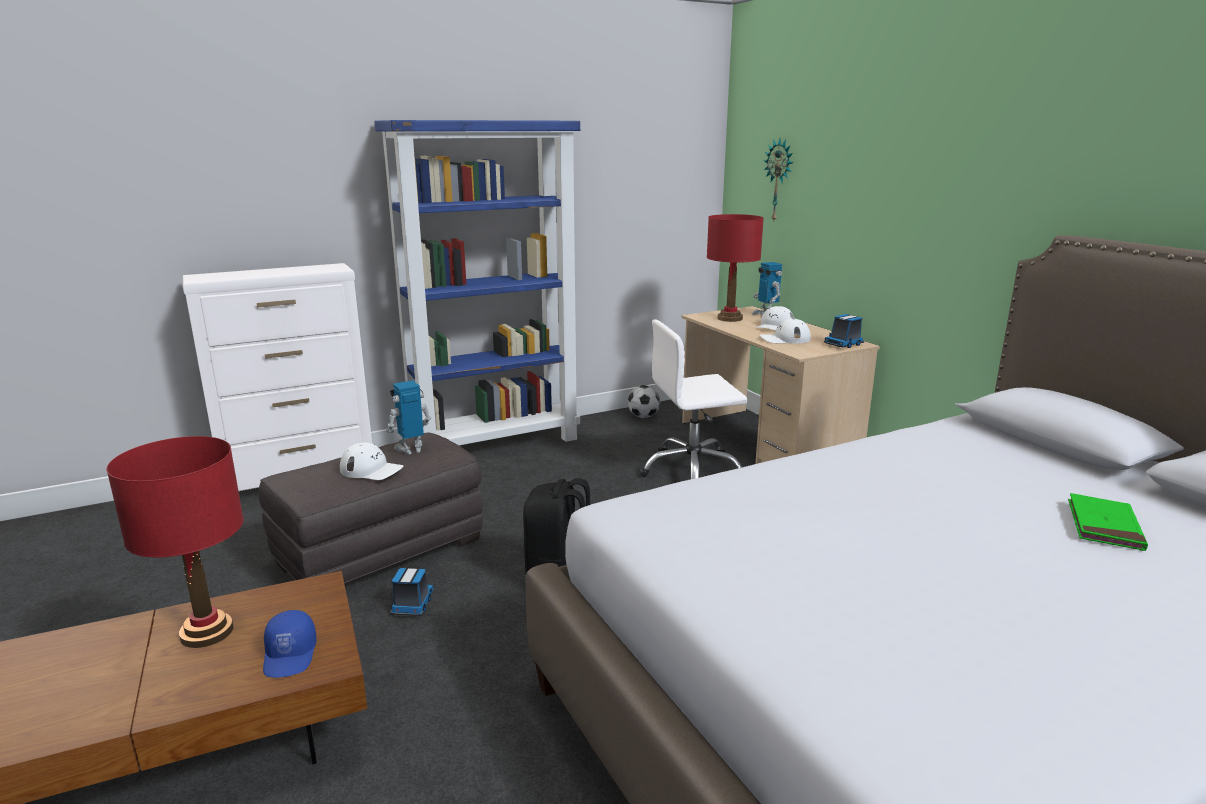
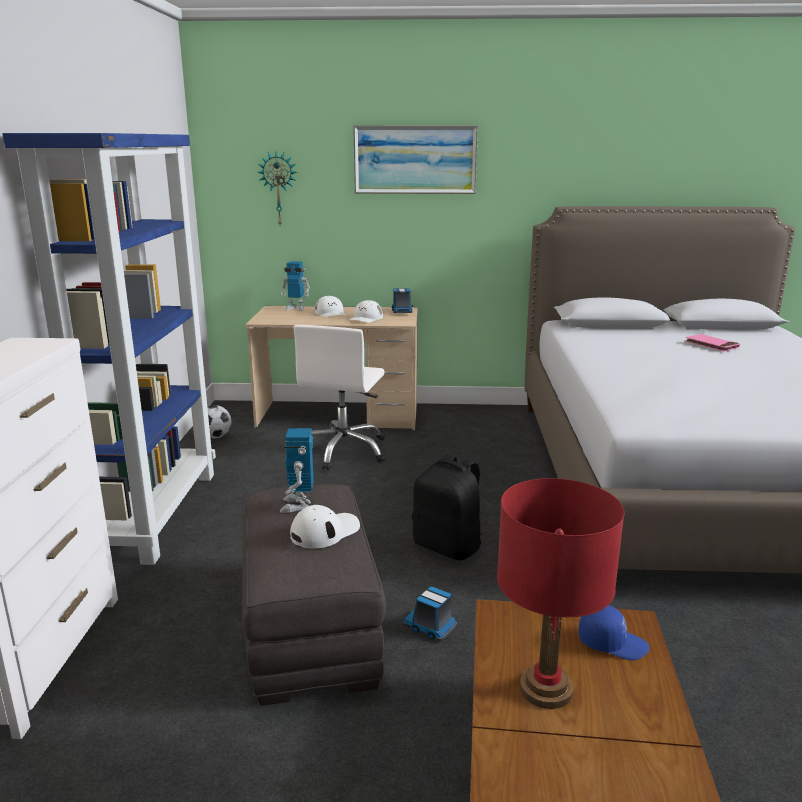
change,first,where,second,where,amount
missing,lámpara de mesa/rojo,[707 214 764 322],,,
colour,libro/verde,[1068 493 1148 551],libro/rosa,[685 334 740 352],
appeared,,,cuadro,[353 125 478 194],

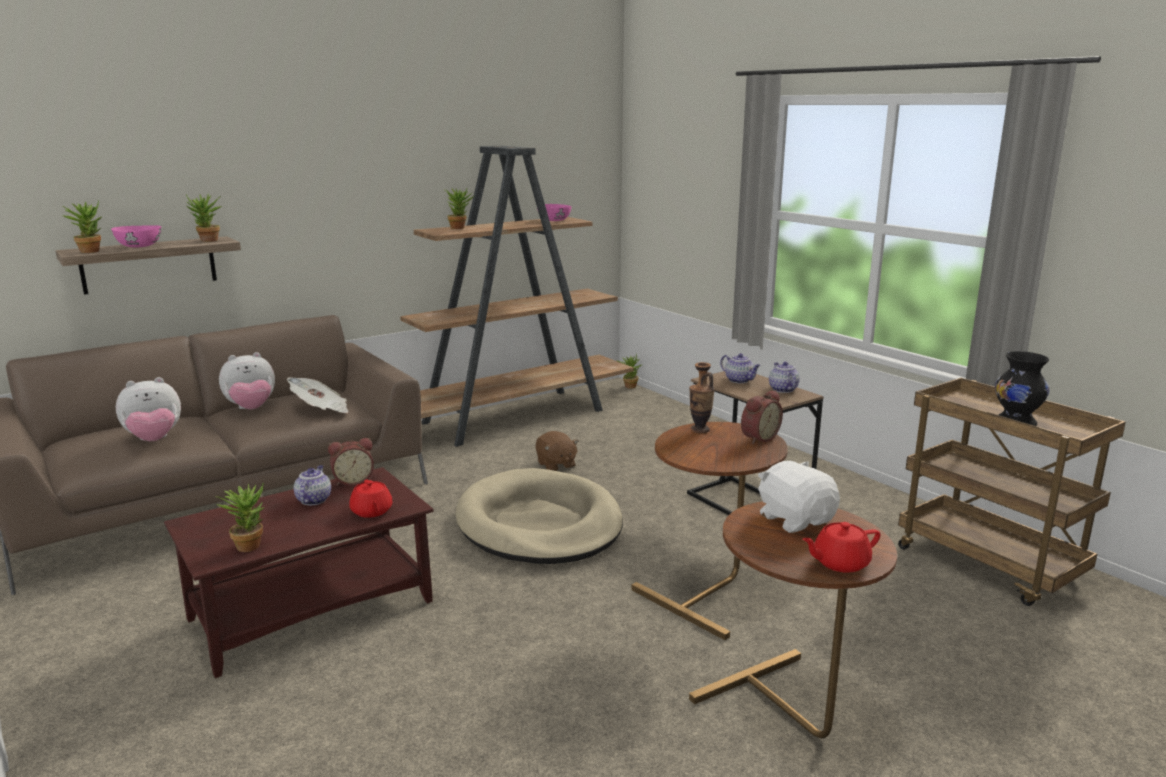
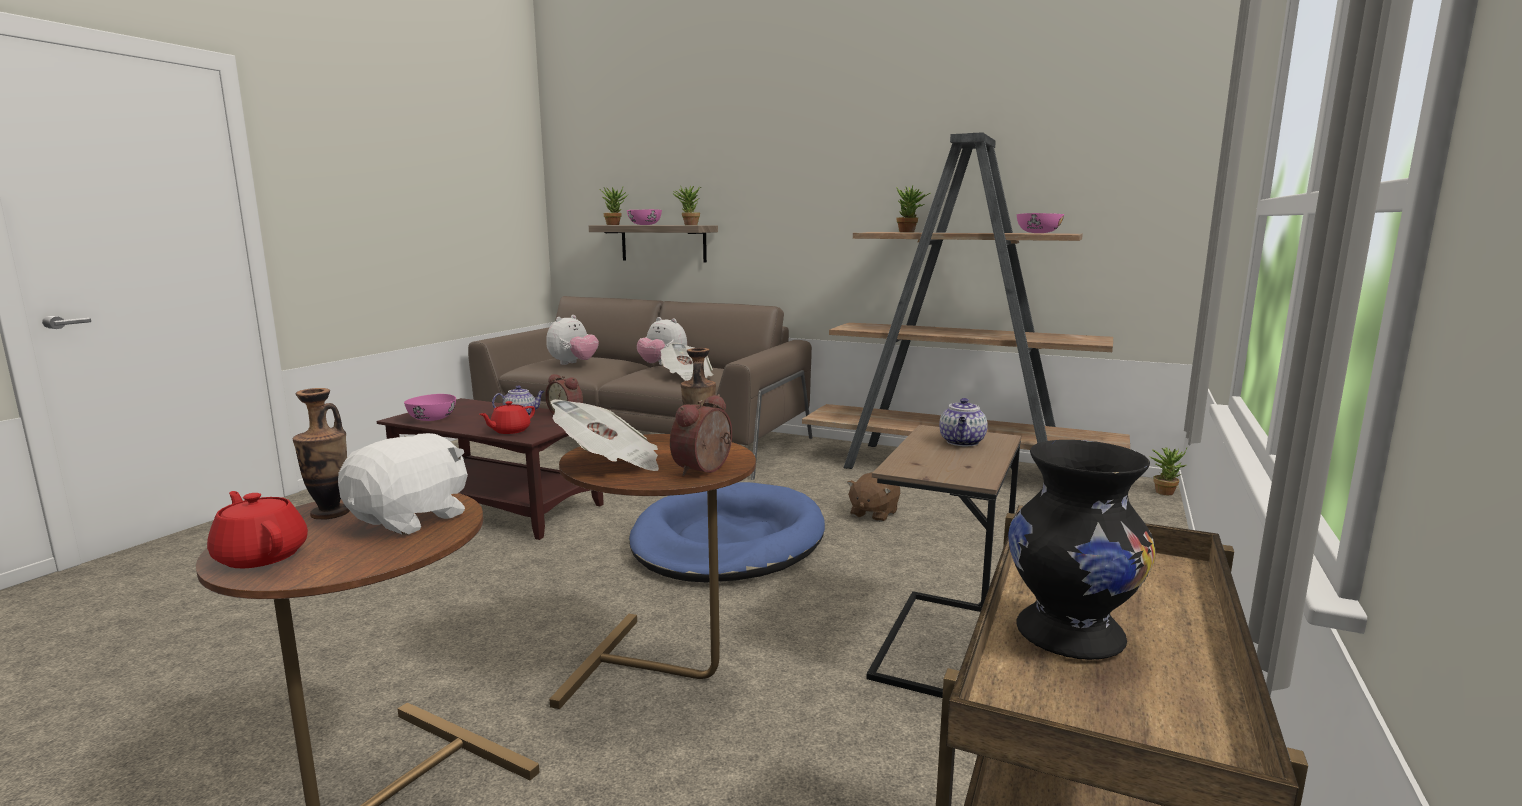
change,first,where,second,where,amount
spun,peluche,[116 377 181 441],,[546 315 599 365],90 degrees counterclockwise
exchanged,planta en maceta,[215 483 264 552],cuenco/rosa,[404 394 456 421],
colour,cama para perro/beis,[455 468 623 564],cama para perro/azul,[629 482 825 583],
spun,despertador,[741 390 783 444],,[670 394 732 476],105 degrees clockwise
missing,tetera,[769 362 800 393],,,
appeared,,,florero,[293 388 350 520],
appeared,,,periódico,[551 399 659 471],

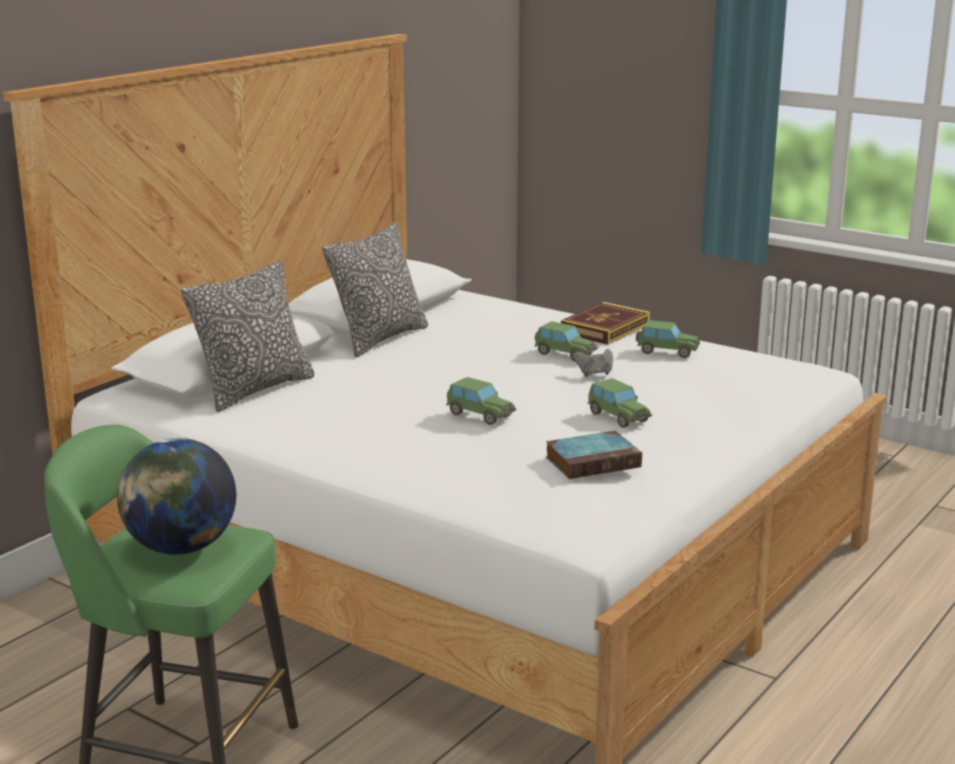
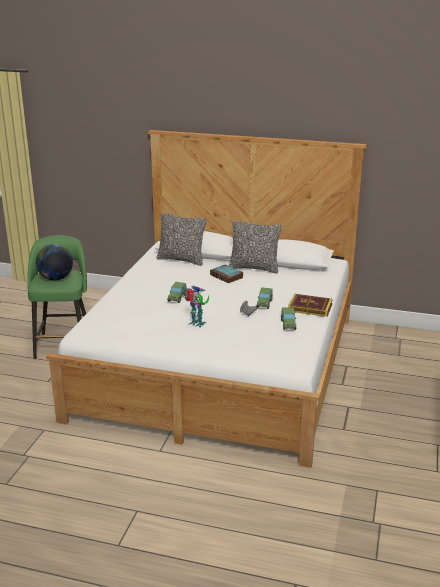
change,first,where,second,where,amount
relocated,libro,[546 431 642 479],,[210 264 244 283],
exchanged,coche de juguete,[588 378 652 428],robot de juguete,[184 286 209 328],

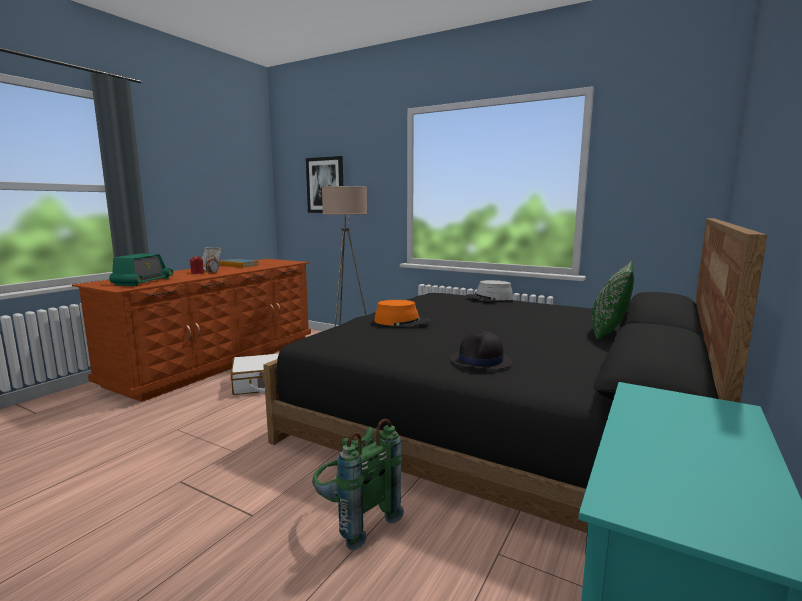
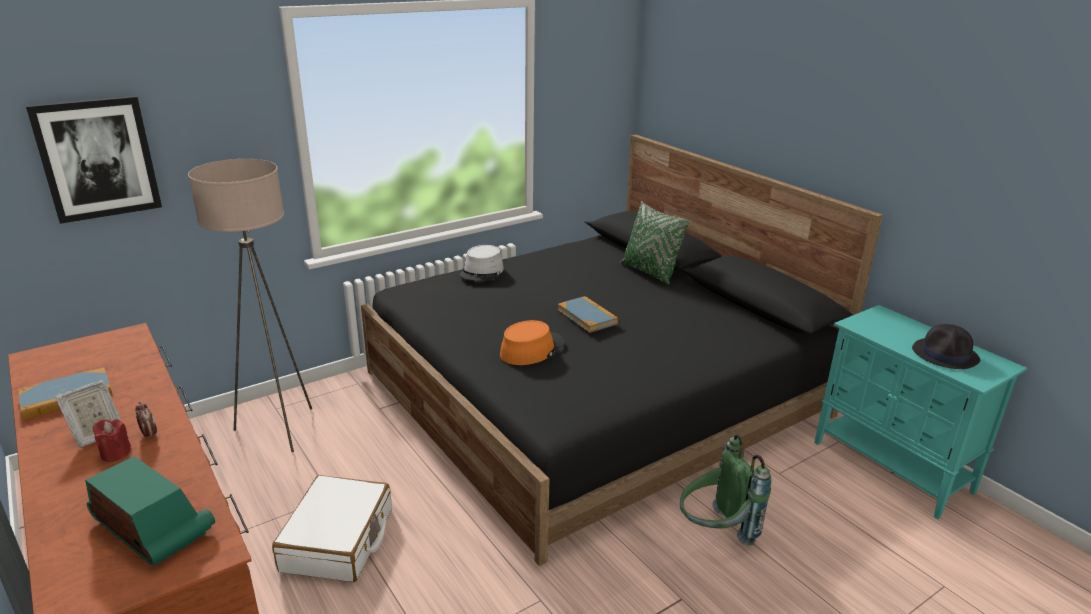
change,first,where,second,where,amount
relocated,sombrero/negro,[450 331 512 370],,[912 324 980 369],
appeared,,,libro,[558 296 619 333],

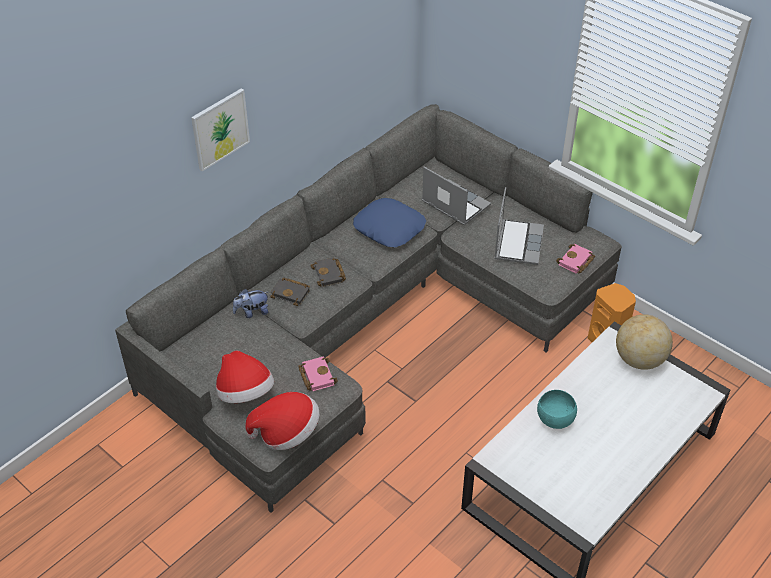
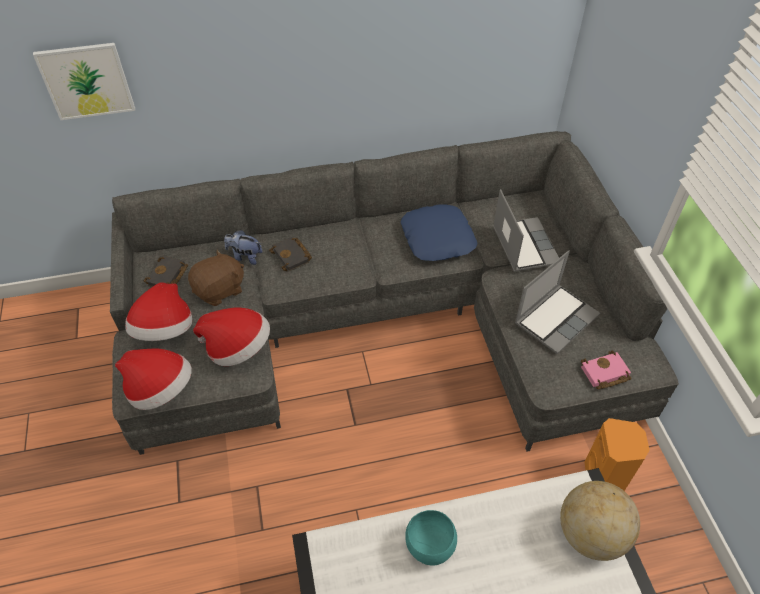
change,first,where,second,where,amount
relocated,cuadro,[191 88 250 172],,[33 43 135 120],
exchanged,libro/rosa,[298 356 338 391],sombrero,[193 308 270 366],
relocated,libro/negro,[310 258 346 287],,[144 256 188 287],
appeared,,,peluche/marrón,[188 249 244 306],

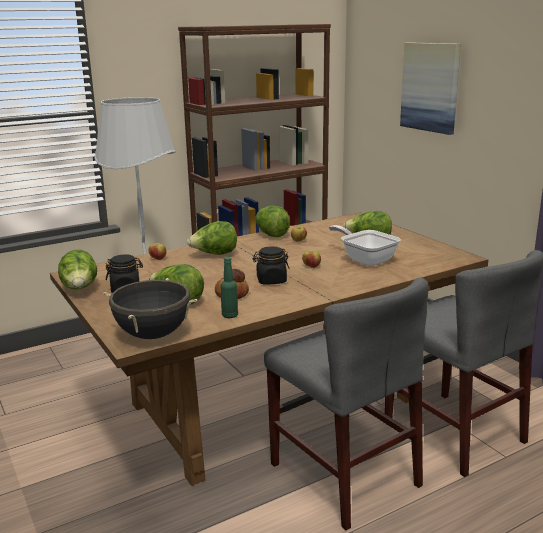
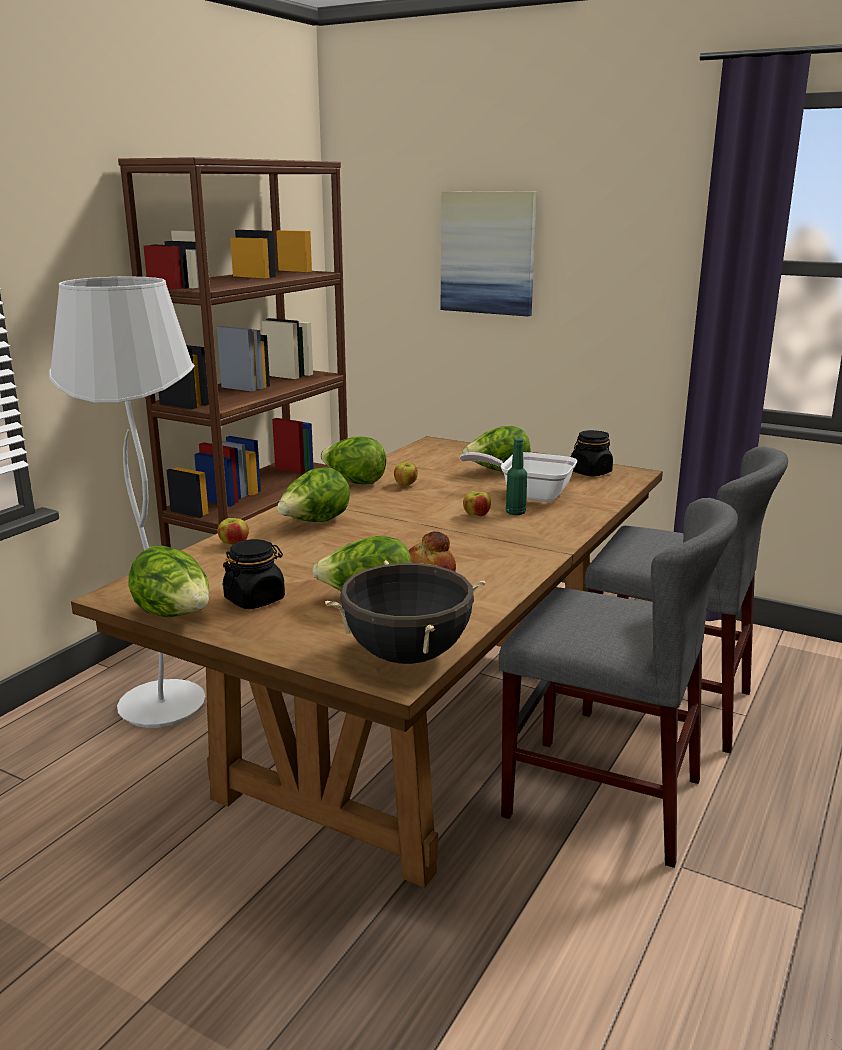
change,first,where,second,where,amount
relocated,botella/verde,[221 257 238 318],,[506 438 527 515],
relocated,tarro/negro,[252 246 290 284],,[571 430 613 476],

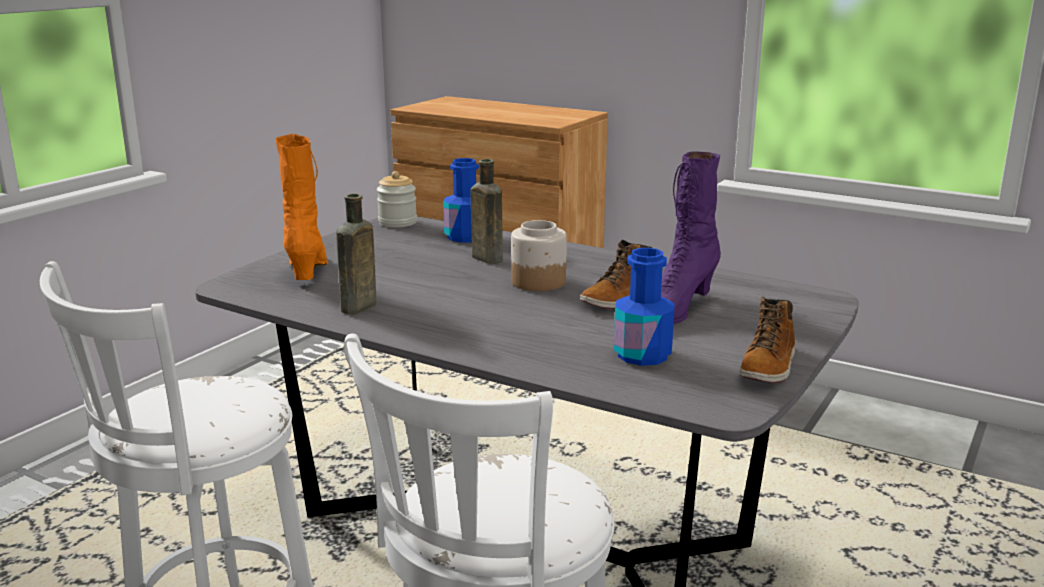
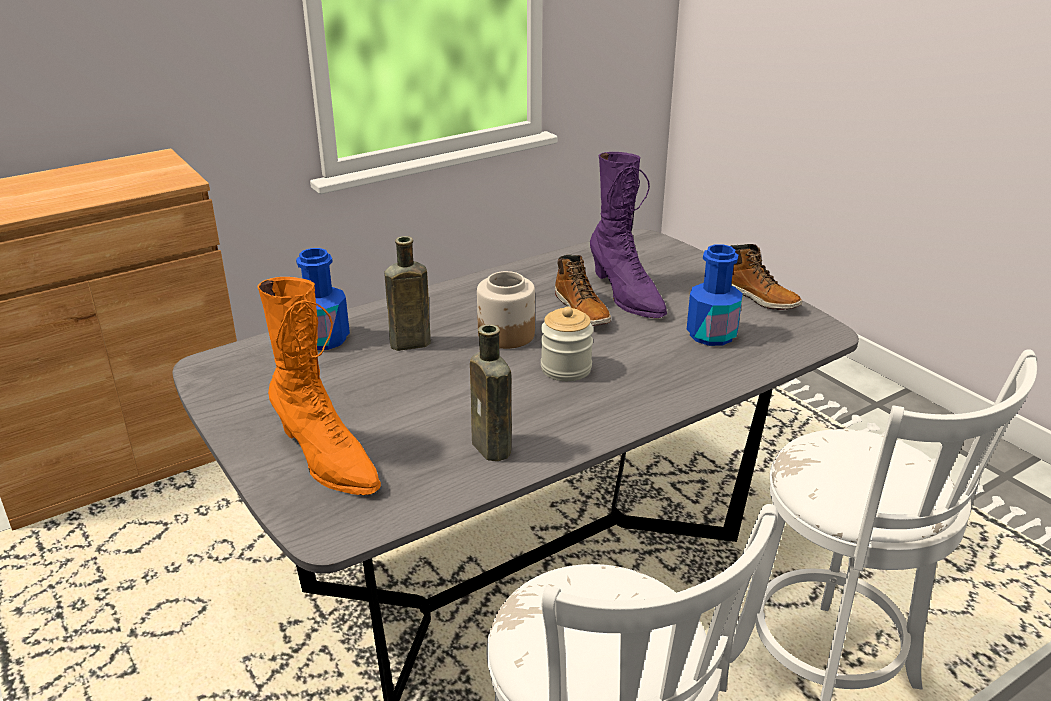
change,first,where,second,where,amount
spun,bota/naranja,[275 133 328 280],,[257 277 381 495],150 degrees counterclockwise
relocated,tarro,[377 171 417 227],,[541 307 594 381],

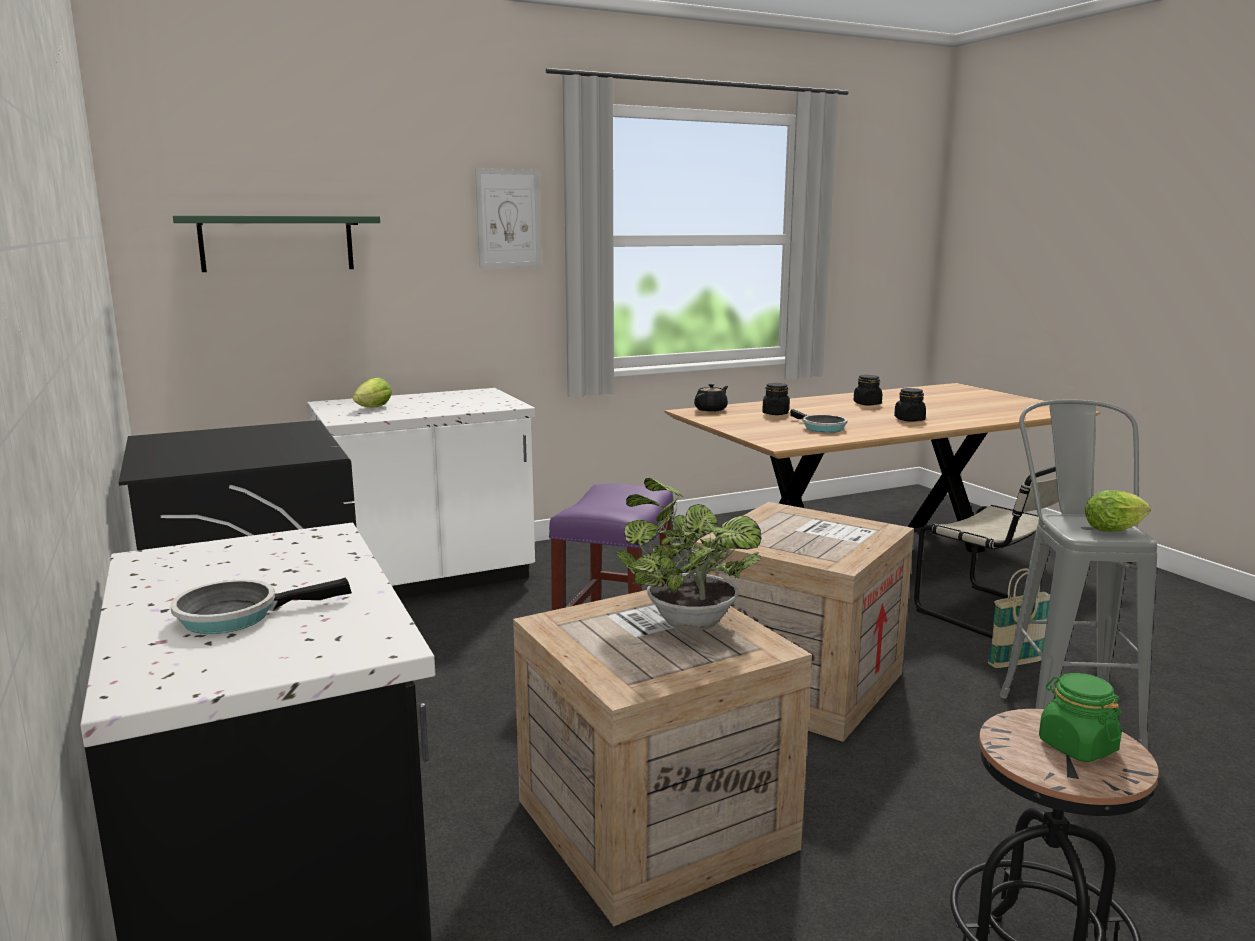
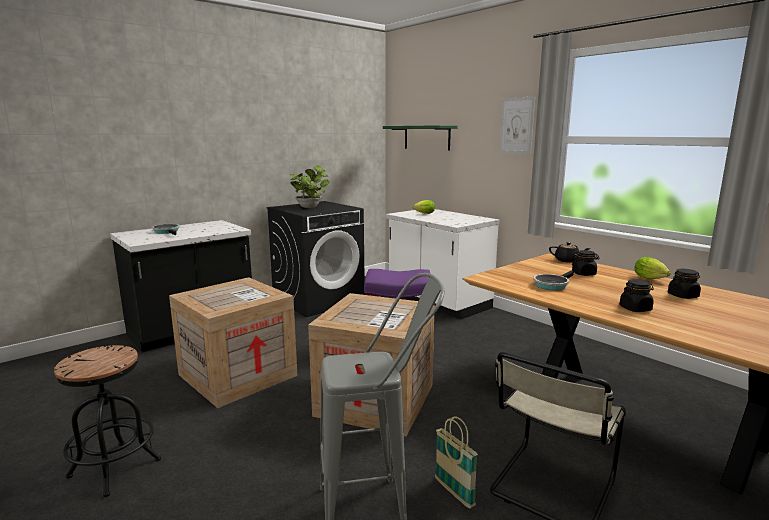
change,first,where,second,where,amount
relocated,planta en maceta,[616 478 761 631],,[290 165 329 208],
missing,tarro/verde,[1039 673 1122 762],,,
relocated,lechuga,[1085 491 1151 532],,[634 257 671 279],

